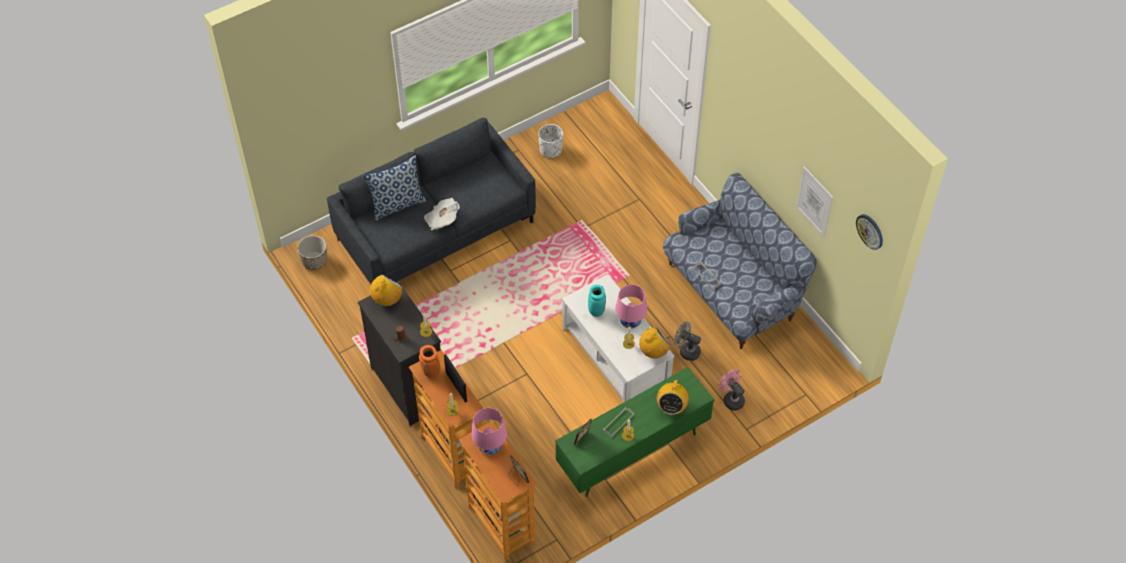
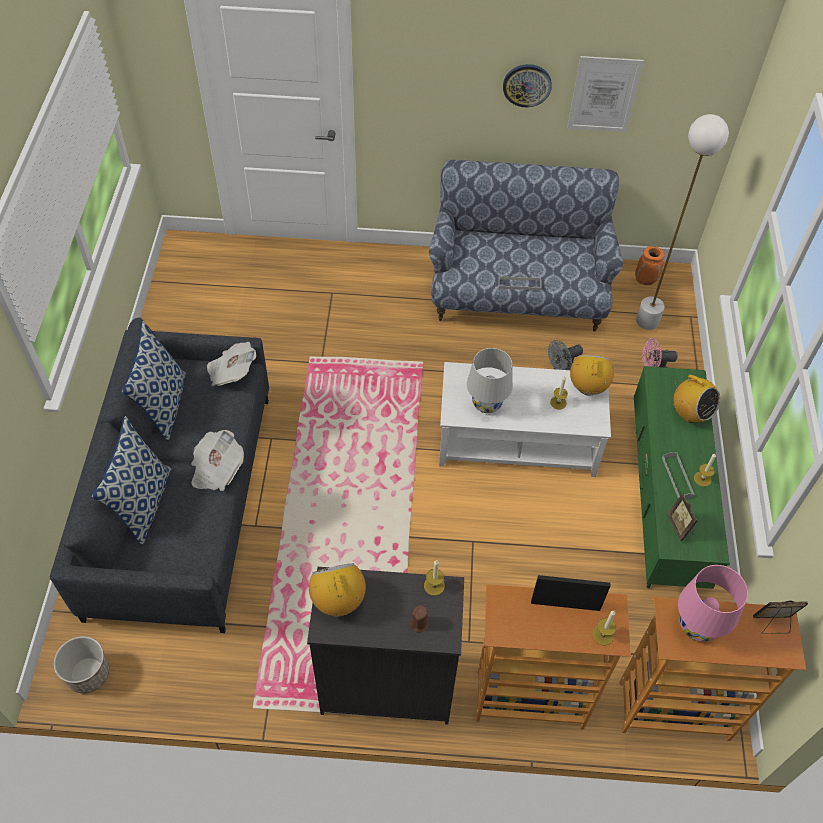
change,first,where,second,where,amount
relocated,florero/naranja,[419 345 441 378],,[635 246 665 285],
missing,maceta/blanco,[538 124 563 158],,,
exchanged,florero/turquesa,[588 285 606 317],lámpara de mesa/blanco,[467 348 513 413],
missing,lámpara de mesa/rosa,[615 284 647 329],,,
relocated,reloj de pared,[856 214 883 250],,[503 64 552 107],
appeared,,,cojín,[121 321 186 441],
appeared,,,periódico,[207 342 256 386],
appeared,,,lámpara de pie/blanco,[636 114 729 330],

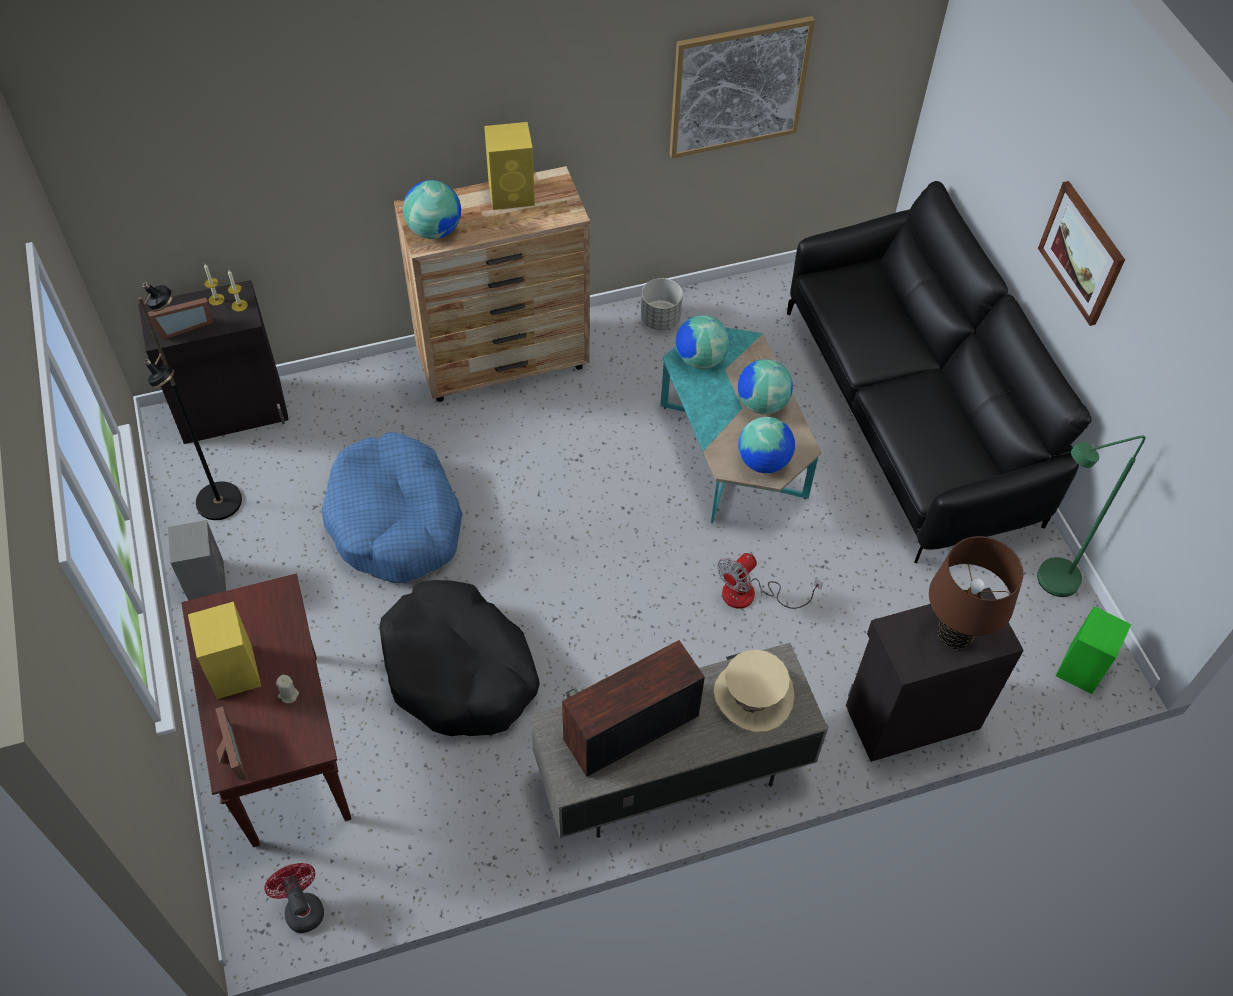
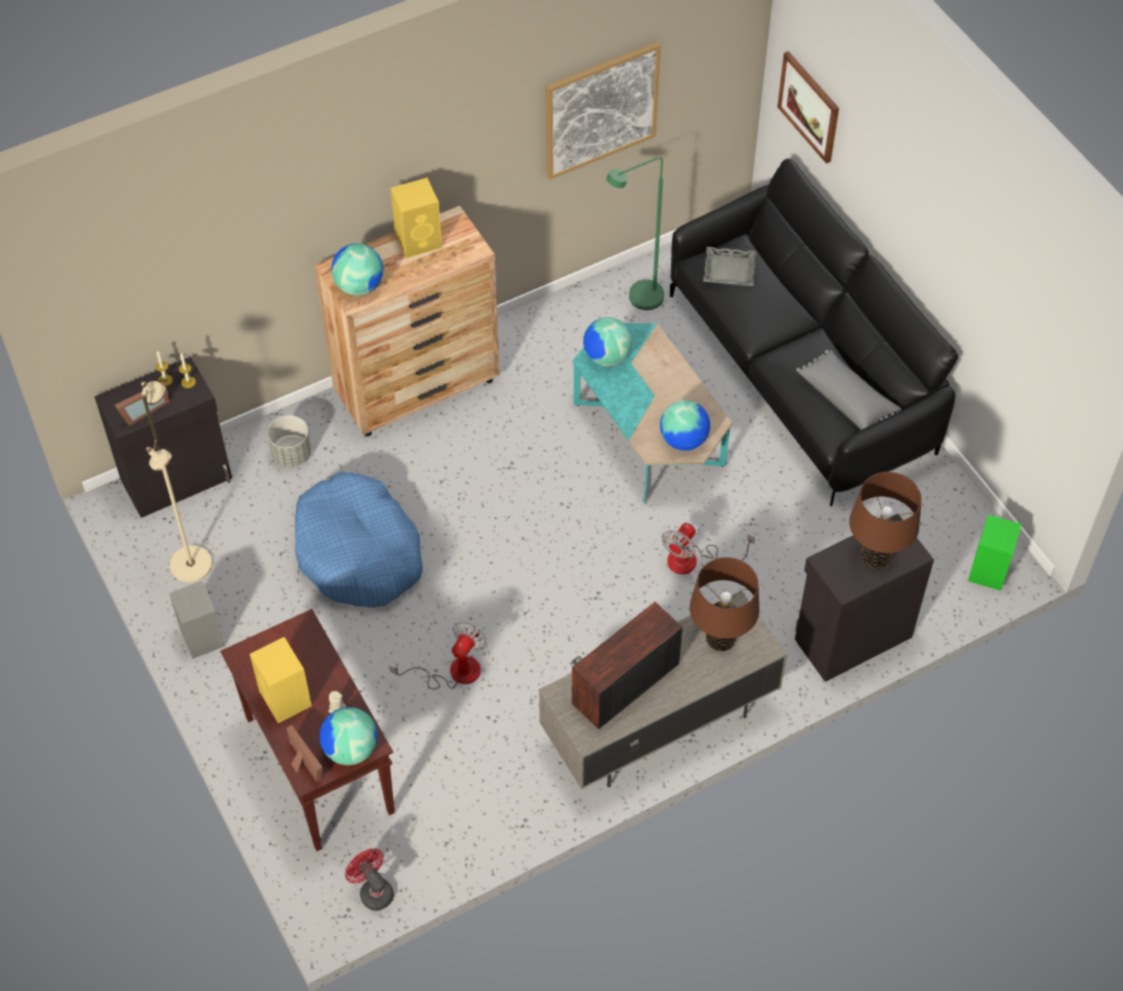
change,first,where,second,where,amount
colour,lámpara de pie/negro,[138 282 242 520],lámpara de pie/beis,[141 381 212 583],
exchanged,cama para perro/negro,[379 580 540 736],ventilador,[389 622 487 689],
relocated,maceta/gris,[641 278 683 330],,[267 415 311 467],
exchanged,sombrero/beis,[713 650 794 733],lámpara de mesa/marrón,[690 557 759 652],
relocated,globo terráqueo,[738 359 793 414],,[320 707 378 765],
relocated,lámpara de pie/verde,[1037 436 1146 597],,[606 157 664 310],
relocated,cuadro,[1038 181 1125 326],,[777 51 839 164],
appeared,,,bandeja/gris,[703 247 756 286],
appeared,,,cojín/gris,[796 350 902 430],

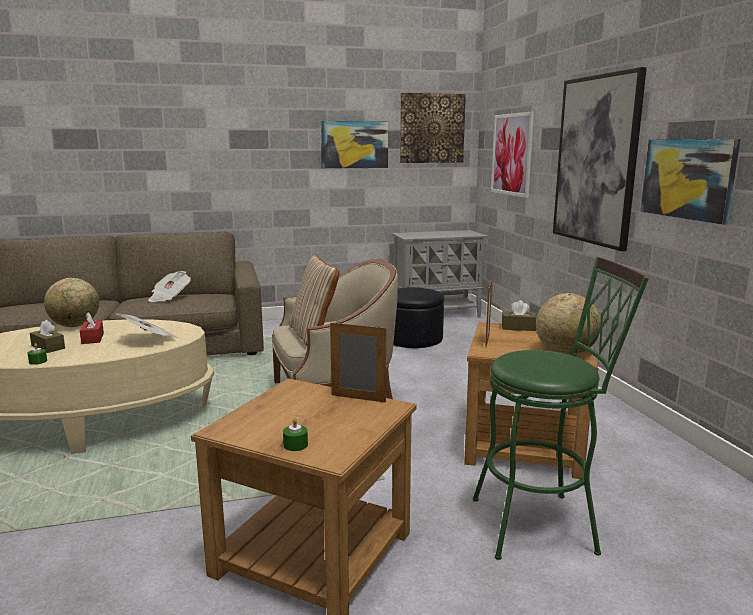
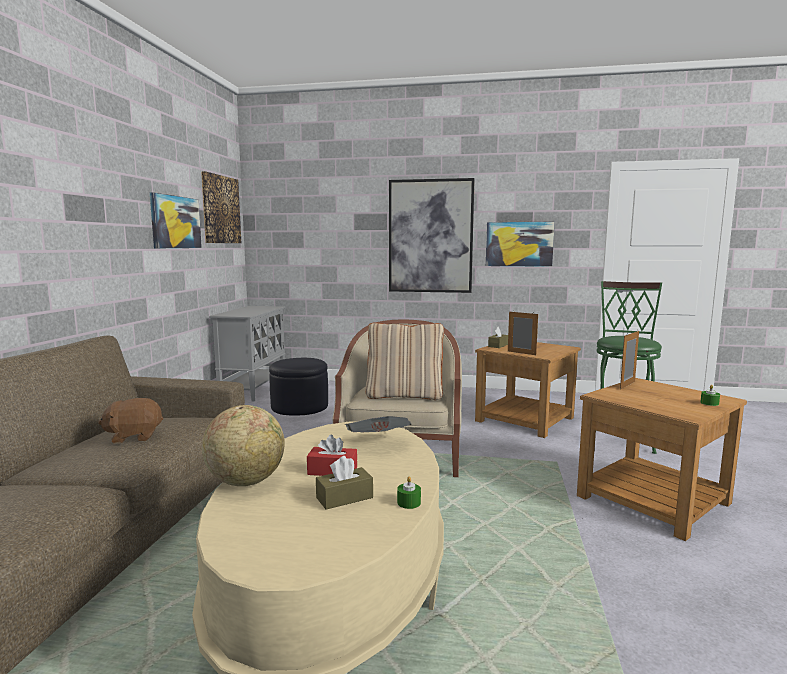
change,first,where,second,where,amount
exchanged,periódico,[148 271 191 302],peluche/marrón,[98 398 163 443],
missing,cuadro,[491 111 534 198],,,
missing,globo terráqueo,[536 293 601 355],,,

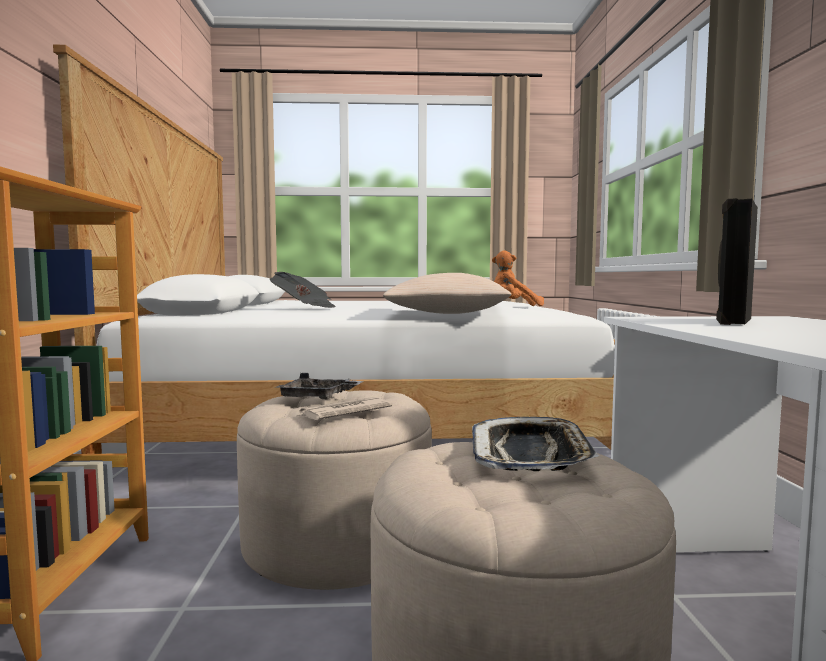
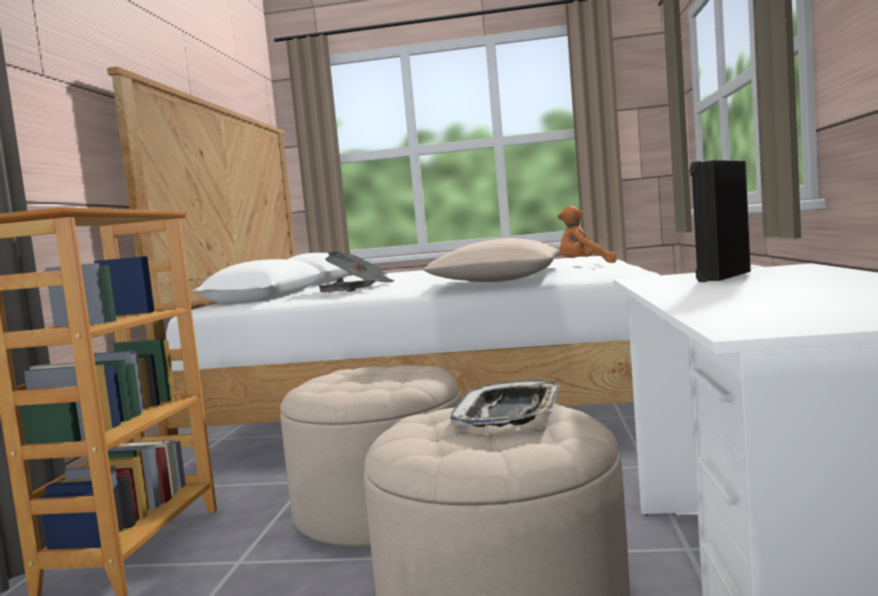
change,first,where,second,where,amount
relocated,bandeja/gris,[275 373 363 400],,[318 278 380 293],
missing,periódico,[297 397 392 420],,,

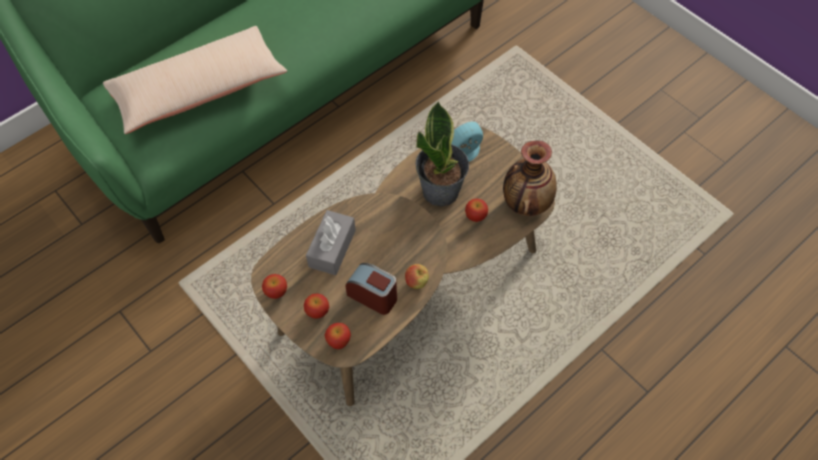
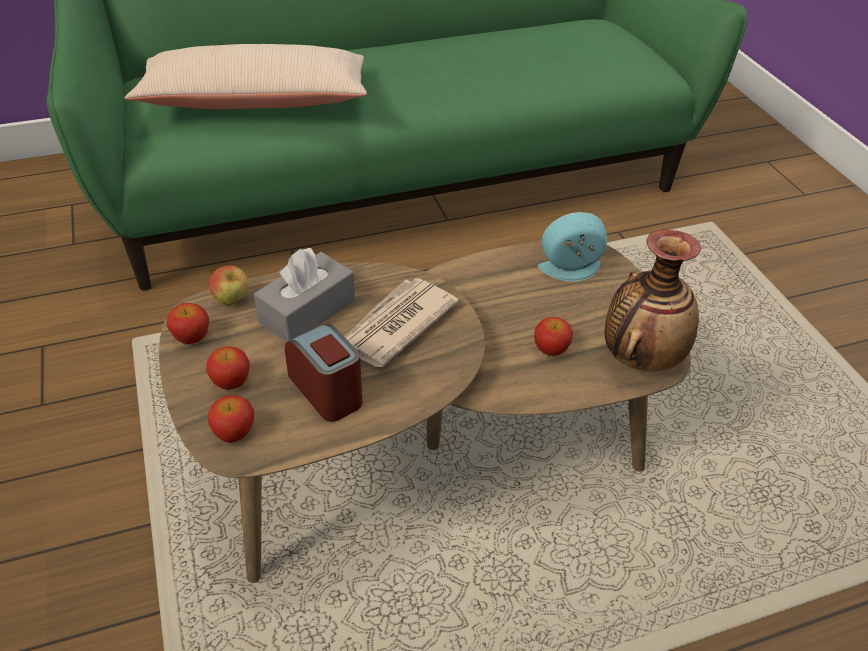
change,first,where,second,where,amount
relocated,manzana,[405 264 429 289],,[209 266 248 305],
missing,planta en maceta,[416 101 469 206],,,
appeared,,,periódico,[344 278 459 367],

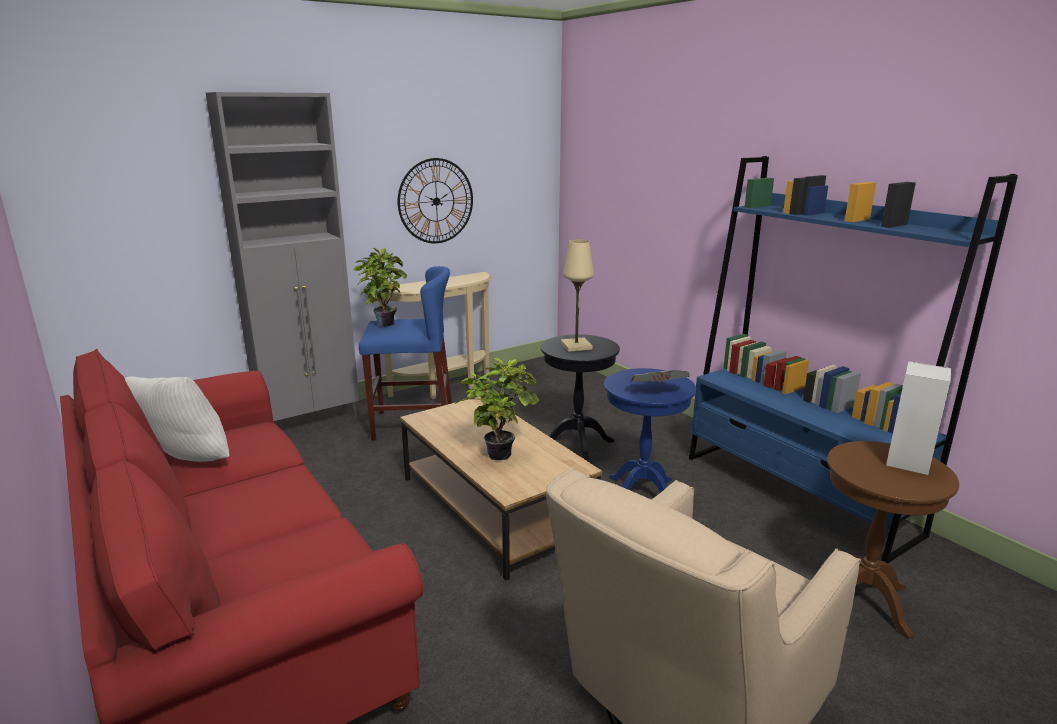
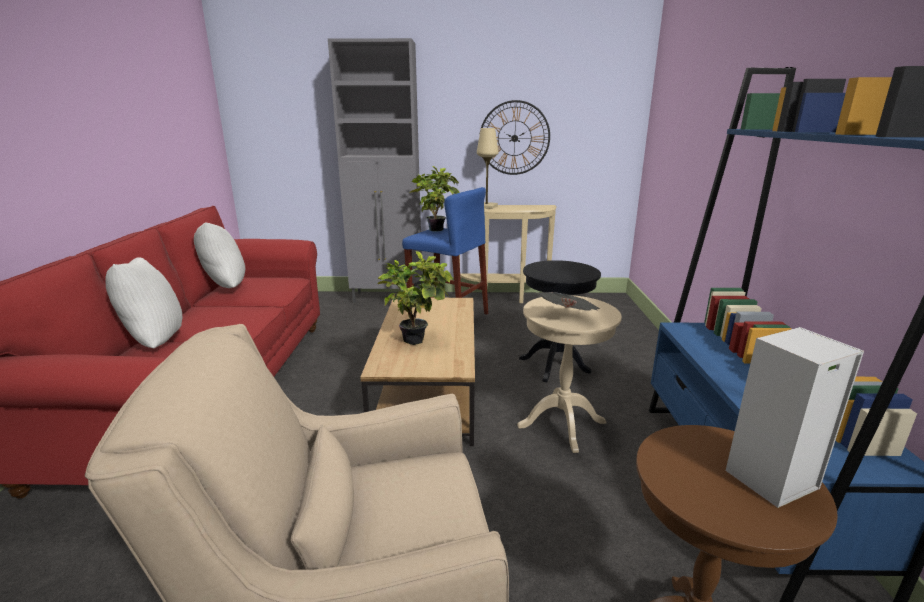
change,first,where,second,where,amount
relocated,lámpara de mesa/beis,[561 240 594 352],,[477 128 499 209],
colour,mesa auxiliar/azul,[604 368 696 493],mesa auxiliar/beis,[517 295 622 453],
appeared,,,cojín/blanco,[105 257 182 348],

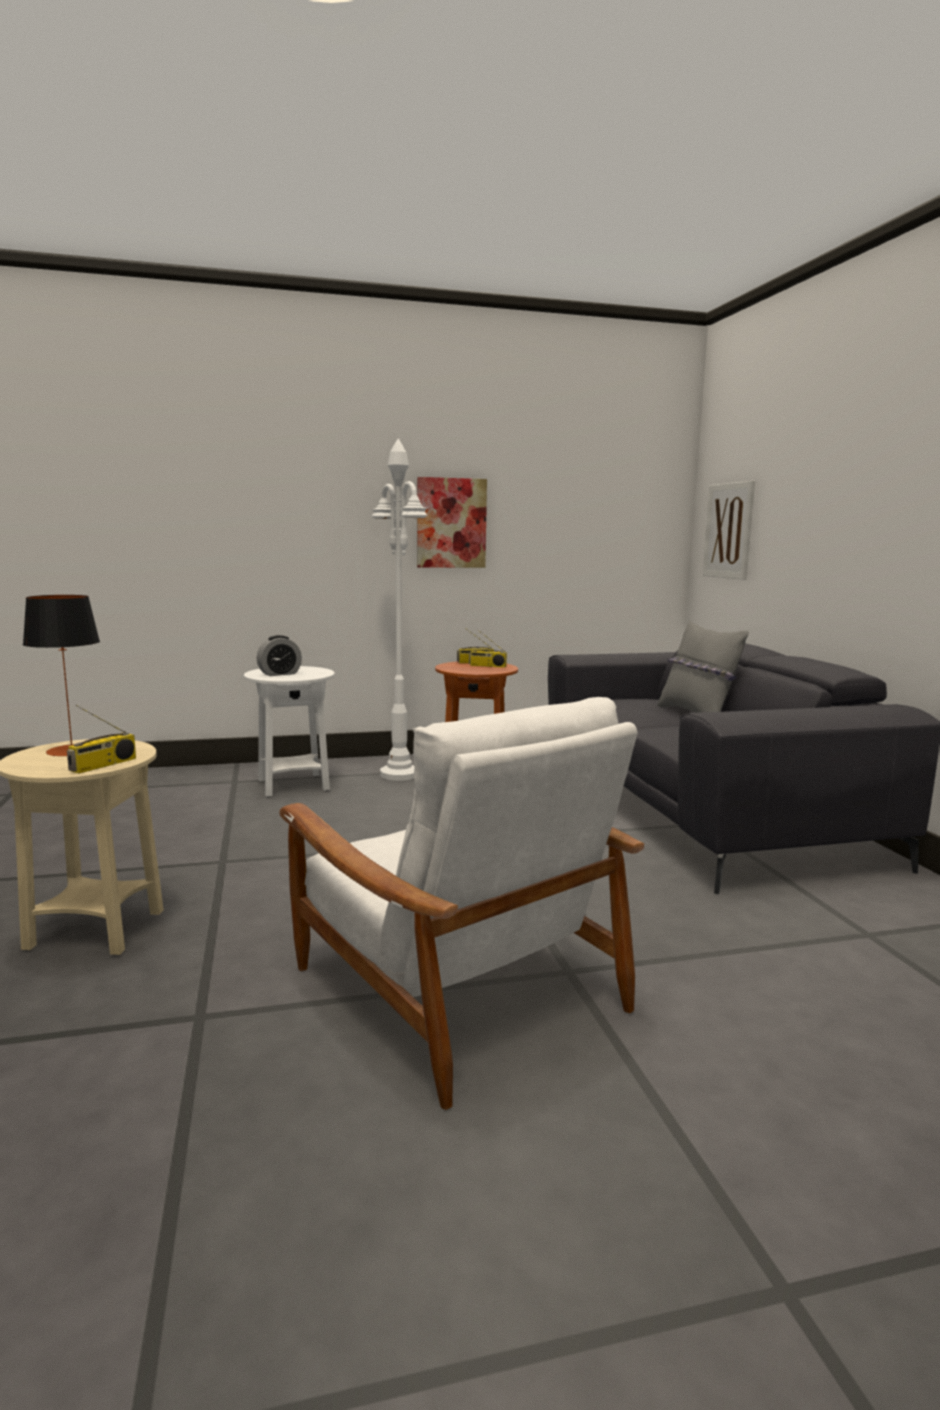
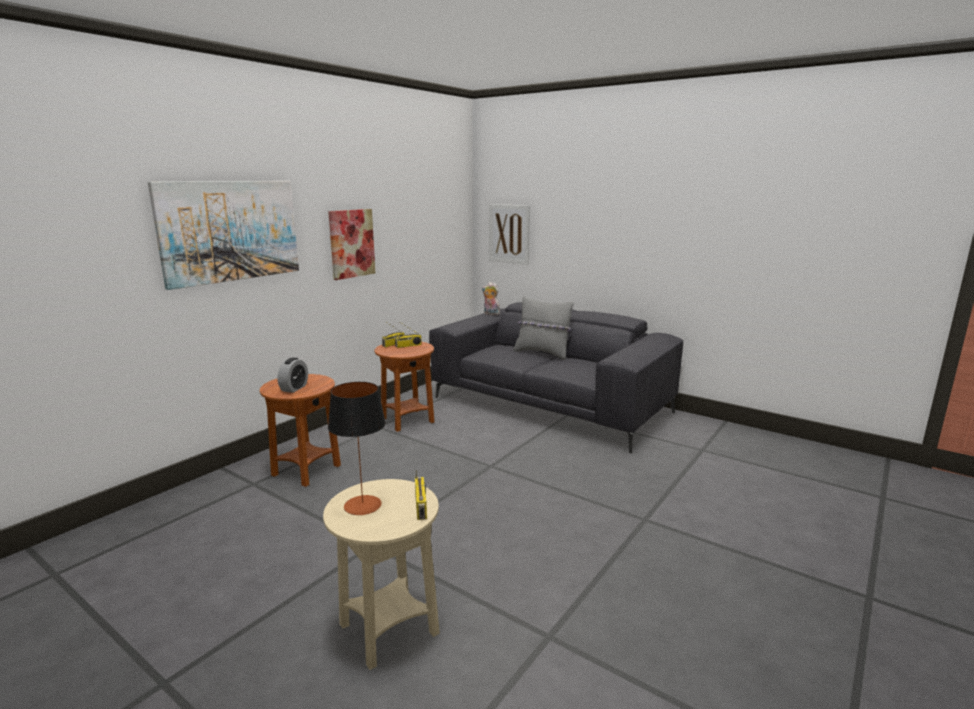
change,first,where,second,where,amount
colour,mesa auxiliar/blanco,[244 666 335 797],mesa auxiliar/marrón,[260 374 341 487],
missing,sillón/blanco,[279 697 644 1110],,,
missing,lámpara de pie/blanco,[372 439 428 781],,,
appeared,,,cuadro,[148 181 299 290],
appeared,,,peluche,[482 282 500 315],

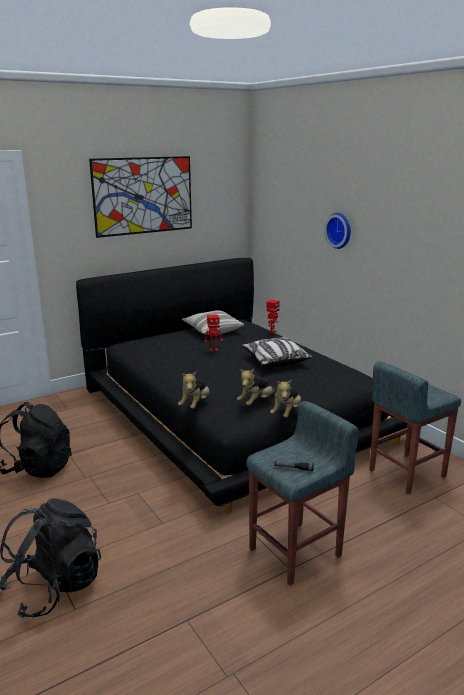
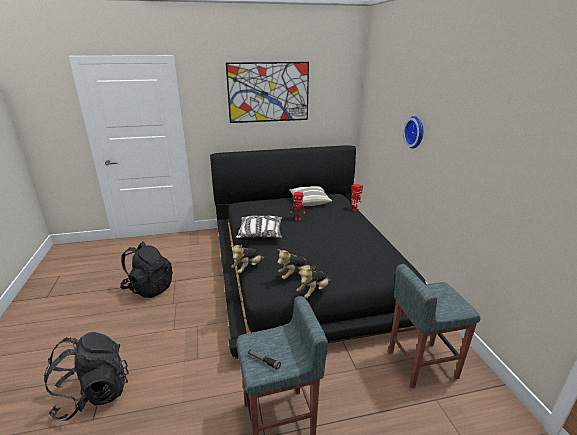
change,first,where,second,where,amount
relocated,cojín,[242 337 312 367],,[235 216 282 241],

